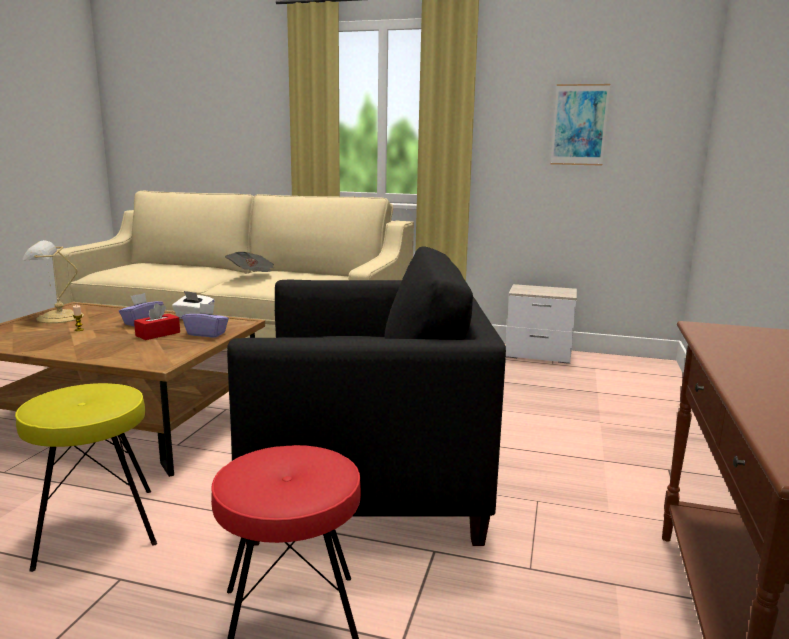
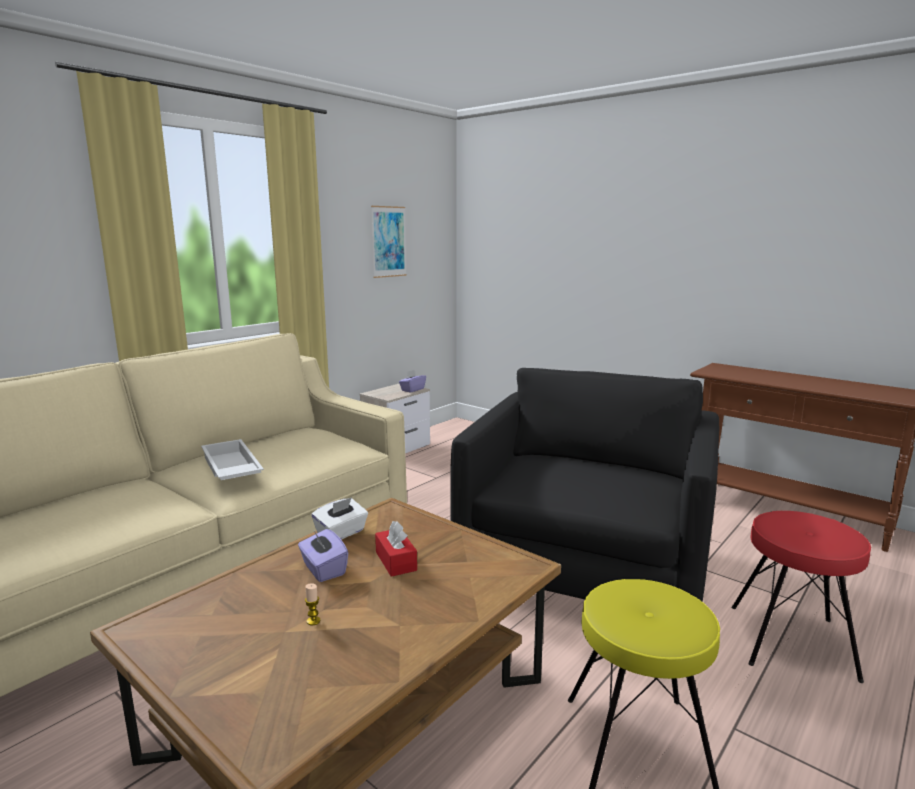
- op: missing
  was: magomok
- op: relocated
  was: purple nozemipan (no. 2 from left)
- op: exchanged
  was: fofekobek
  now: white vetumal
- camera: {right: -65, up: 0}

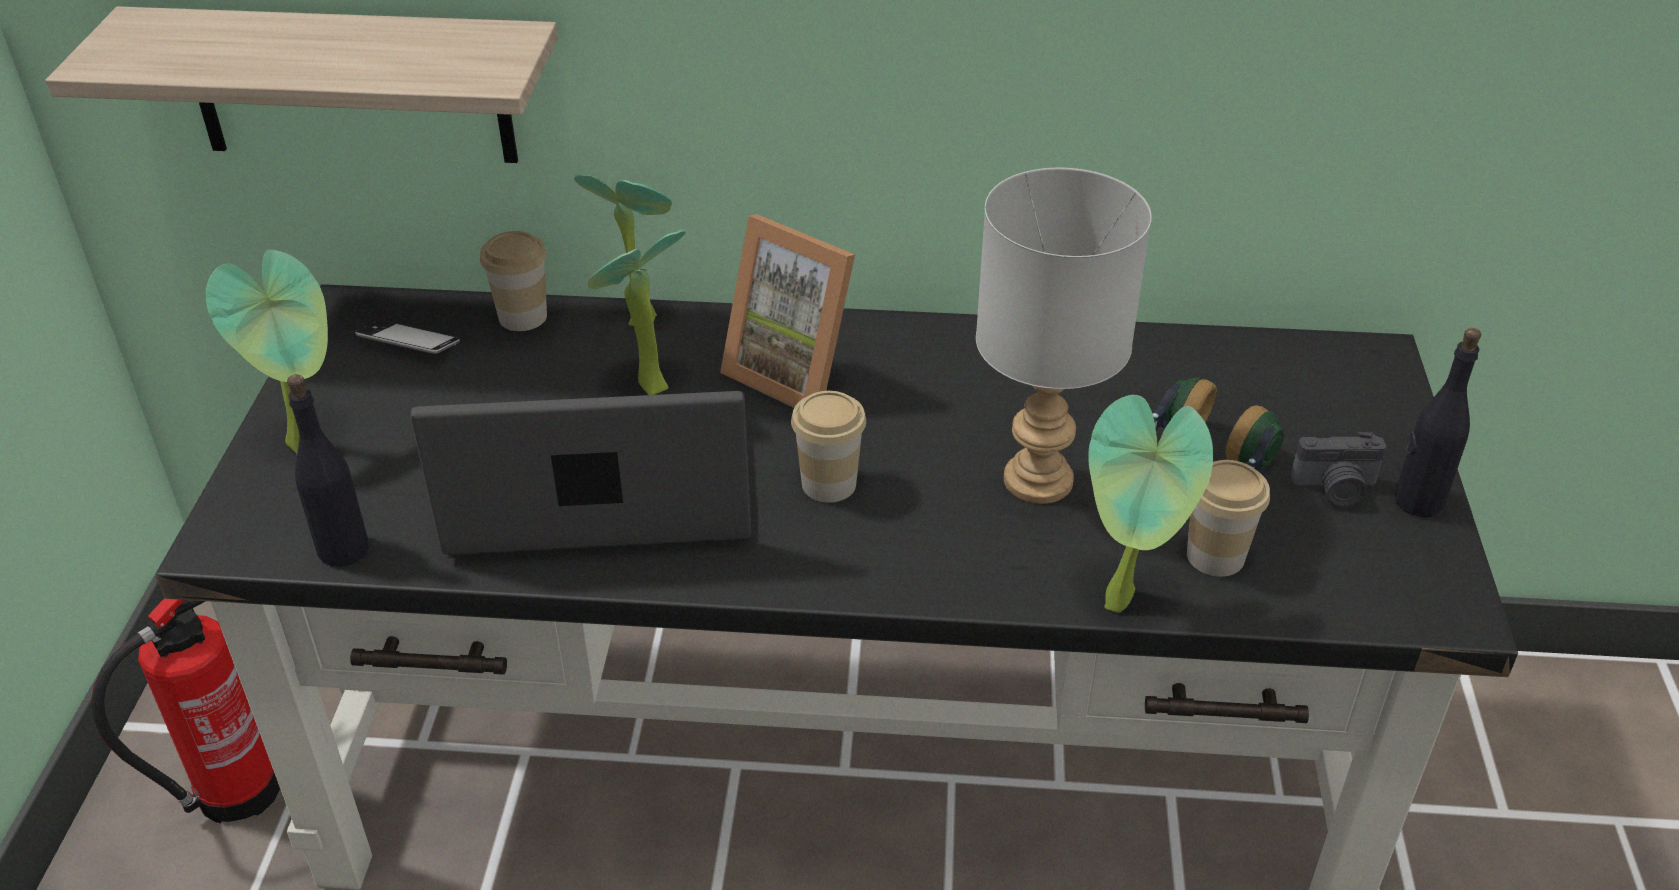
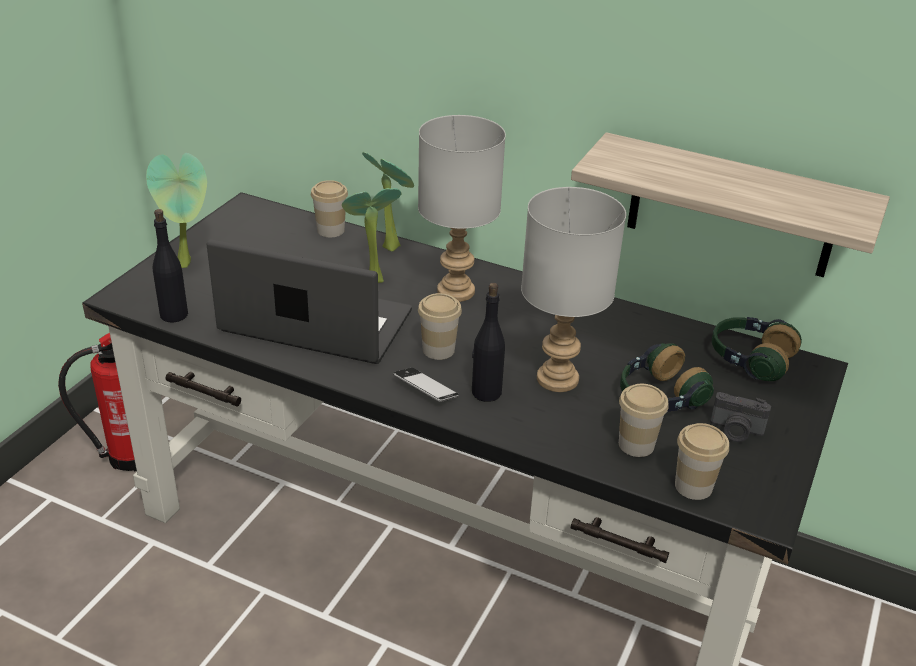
- op: relocated
  was: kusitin
- op: relocated
  was: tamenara
- op: exchanged
  was: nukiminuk
  now: grey magomok (no. 1 from left)
- op: missing
  was: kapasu (no. 4 from left)
- op: relocated
  was: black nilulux (no. 2 from left)
- op: appeared
  now: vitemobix (no. 4 from left)
- op: appeared
  now: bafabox (no. 2 from left)
- camera: {right: 20, up: -5}

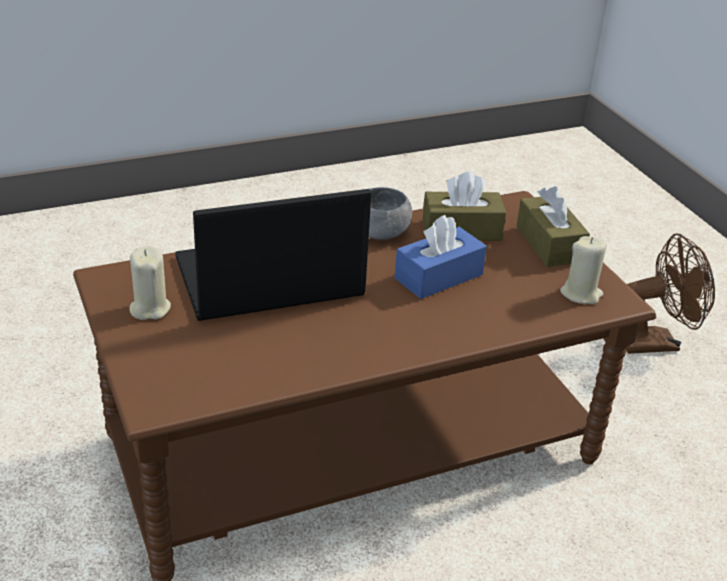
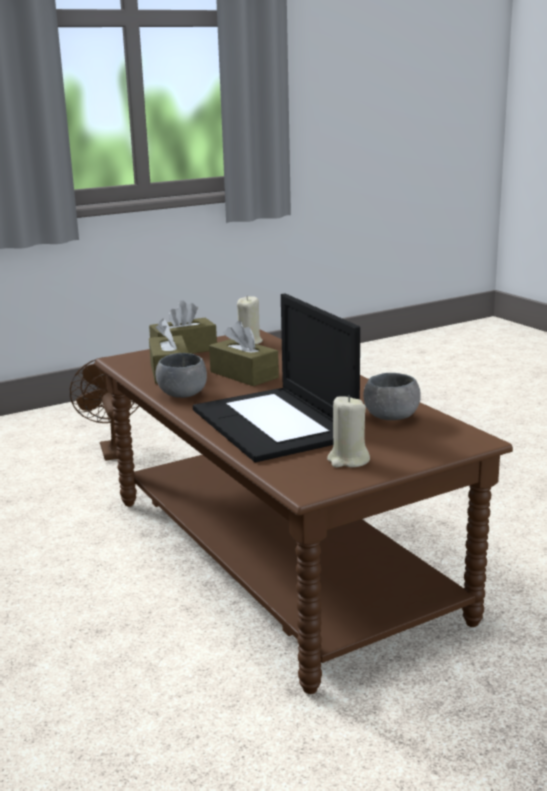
- op: colour
  was: blue nozemipan
  now: brown nozemipan (no. 3 from left)
- op: appeared
  now: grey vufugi (no. 2 from left)
- camera: {right: -95, up: -15}

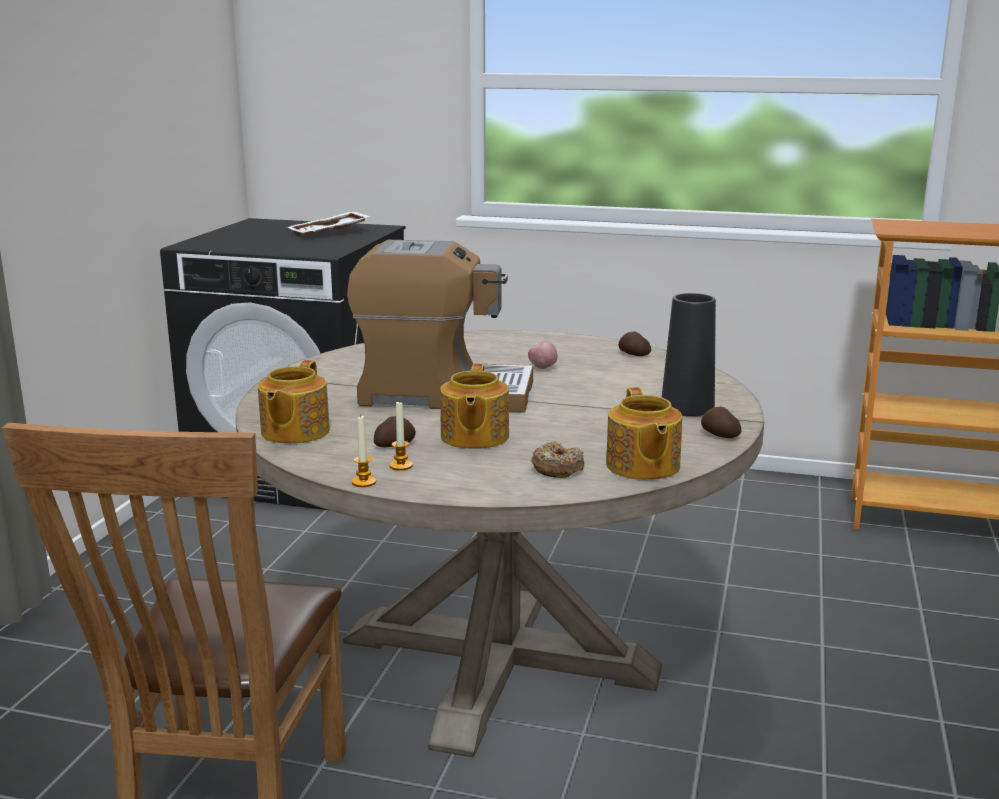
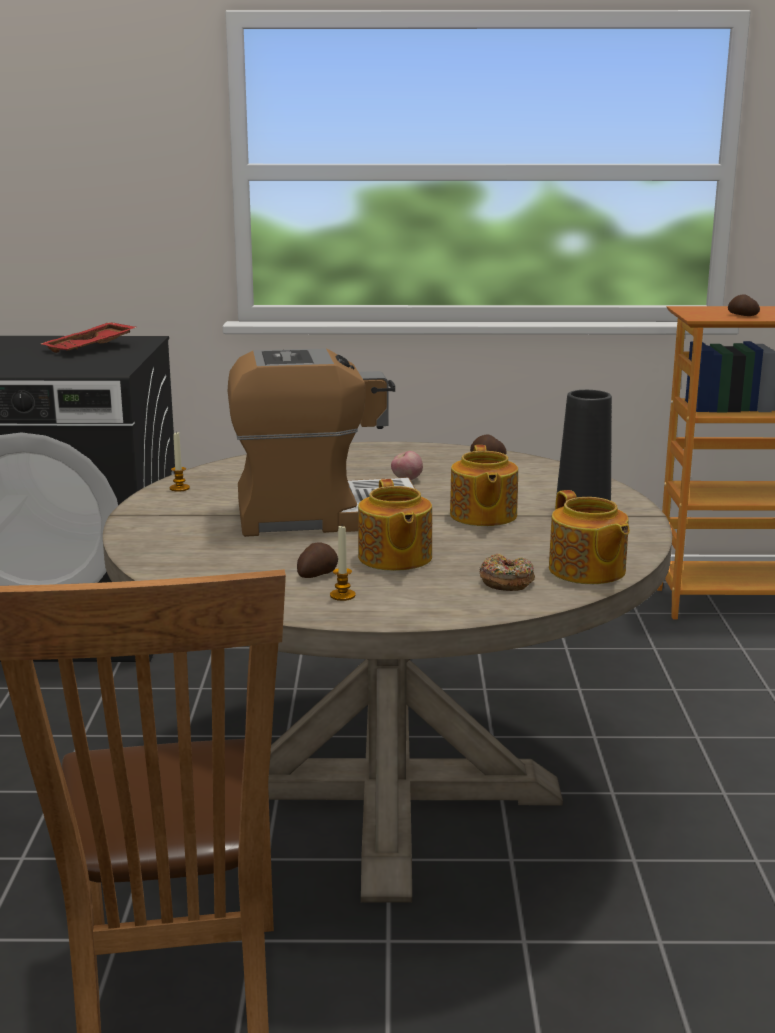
- op: relocated
  was: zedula (no. 1 from left in the first image)
  now: zedula (no. 2 from left)
- op: colour
  was: white vetumal
  now: red vetumal
- op: relocated
  was: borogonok (no. 1 from left)
- op: relocated
  was: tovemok (no. 3 from left)
- camera: {right: -15, up: 0}

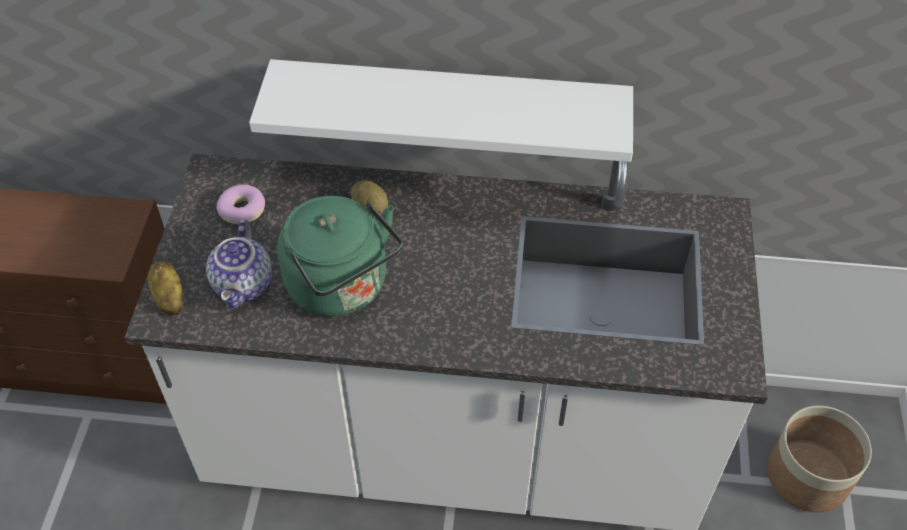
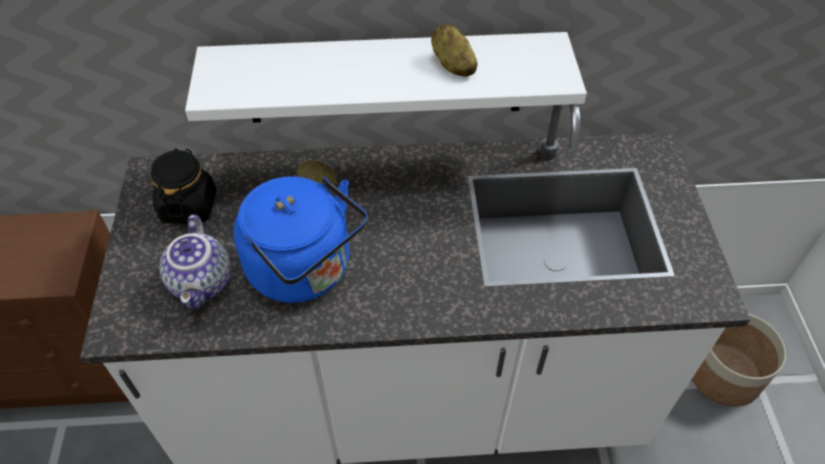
- op: relocated
  was: tovemok (no. 1 from left in the first image)
  now: tovemok (no. 2 from left)
- op: exchanged
  was: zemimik
  now: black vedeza
- op: colour
  was: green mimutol
  now: blue mimutol
- camera: {right: -10, up: 0}

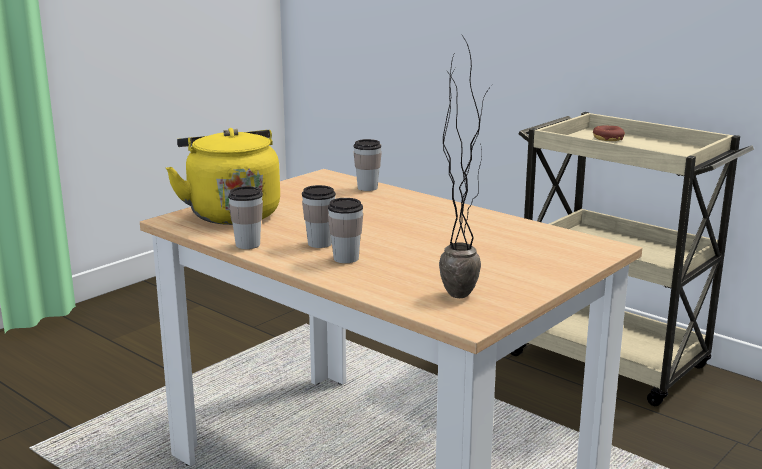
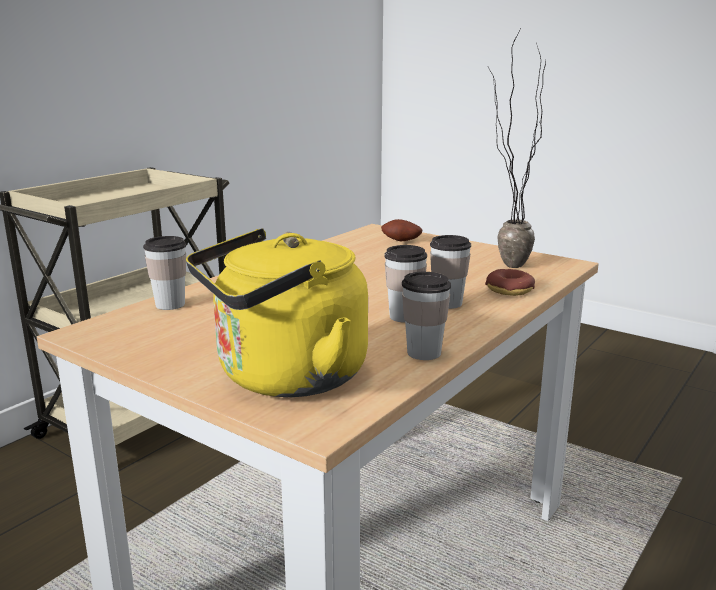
- op: relocated
  was: zemimik
- op: appeared
  now: tovemok
- camera: {right: -95, up: 0}

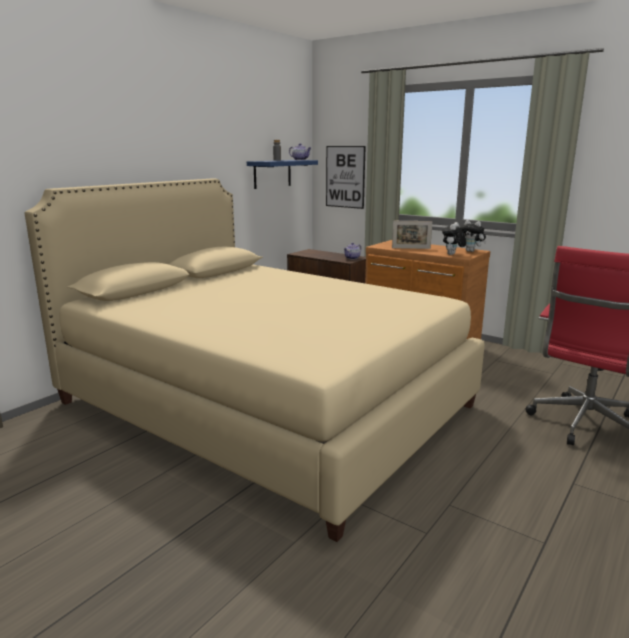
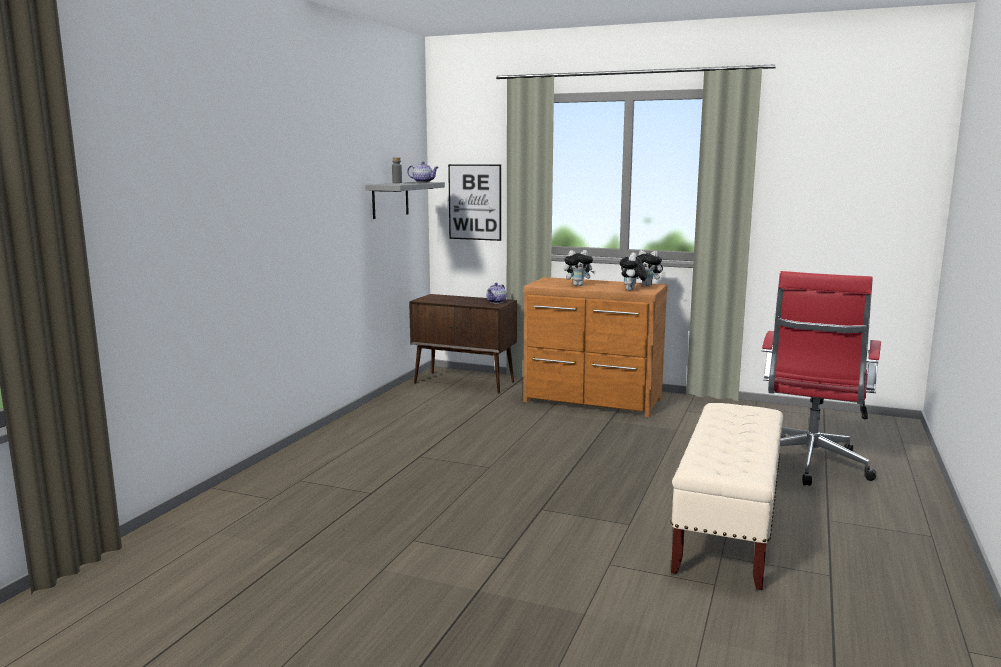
- op: missing
  was: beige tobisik
- op: colour
  was: blue kusitin
  now: grey kusitin
- op: exchanged
  was: nukiminuk
  now: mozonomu (no. 1 from left)
- op: appeared
  now: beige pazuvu
- camera: {right: -15, up: -5}

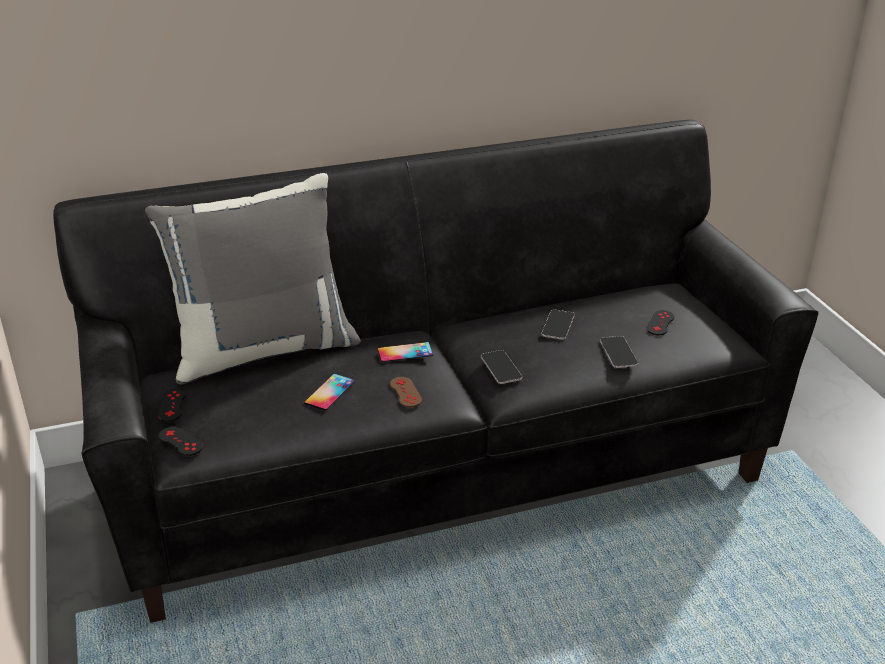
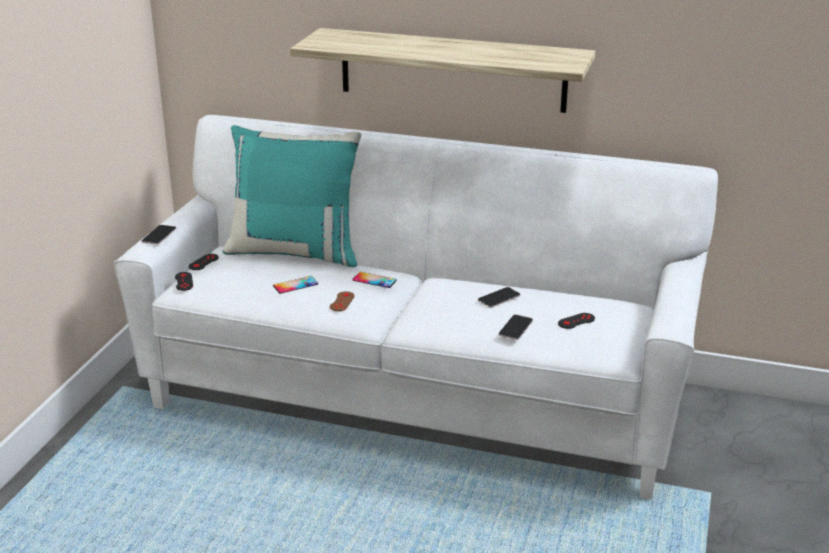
- op: colour
  was: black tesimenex
  now: white tesimenex
- op: colour
  was: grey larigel
  now: turquoise larigel
- op: relocated
  was: tamenara (no. 3 from left in the first image)
  now: tamenara (no. 1 from left)
- op: appeared
  now: kusitin
- camera: {right: 35, up: -5}

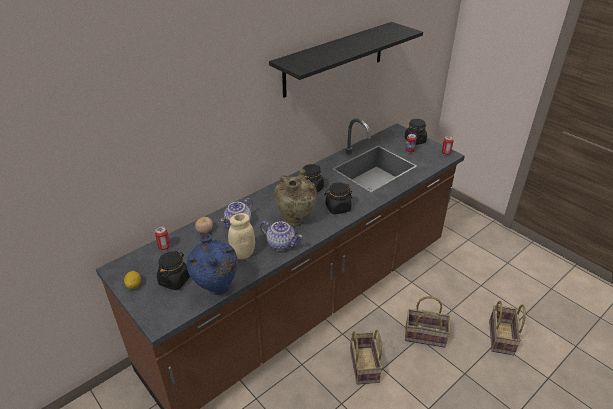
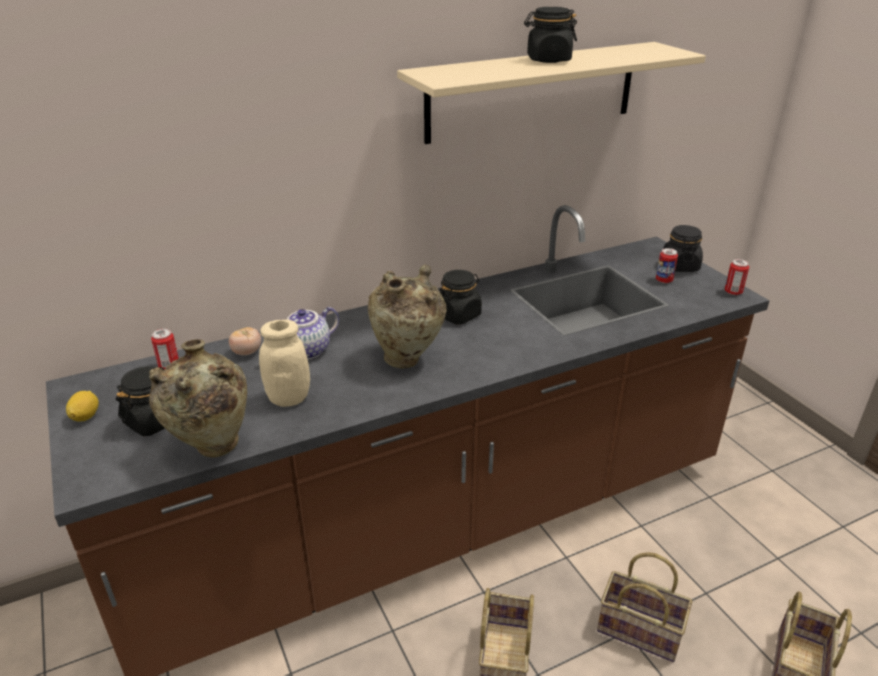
- op: colour
  was: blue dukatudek
  now: beige dukatudek (no. 1 from left)
- op: missing
  was: zedula (no. 2 from left)
- op: colour
  was: black kusitin
  now: beige kusitin
- op: relocated
  was: black vedeza (no. 3 from left)
- camera: {right: 15, up: -5}

